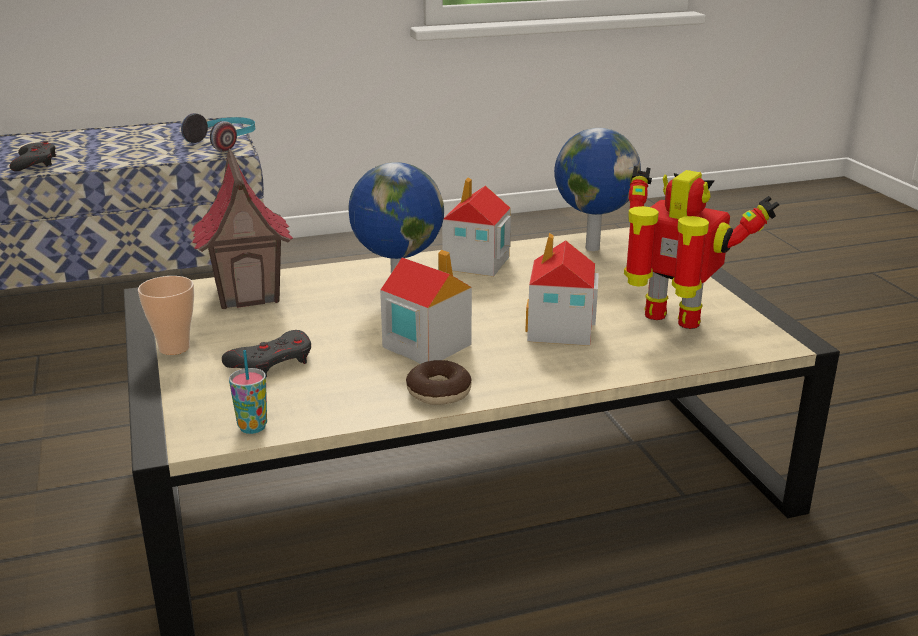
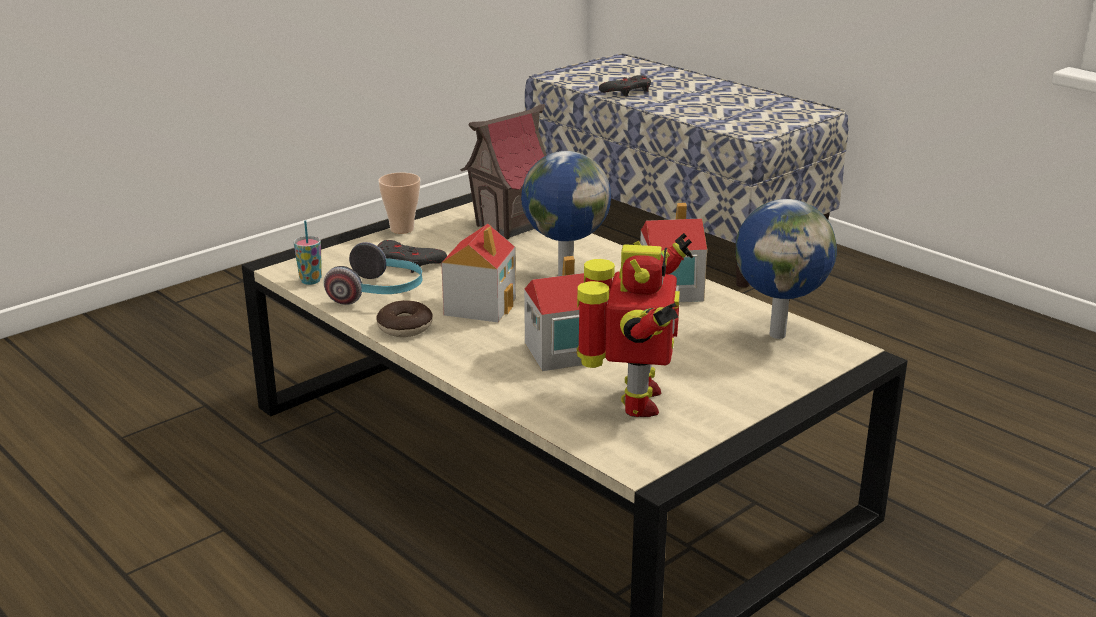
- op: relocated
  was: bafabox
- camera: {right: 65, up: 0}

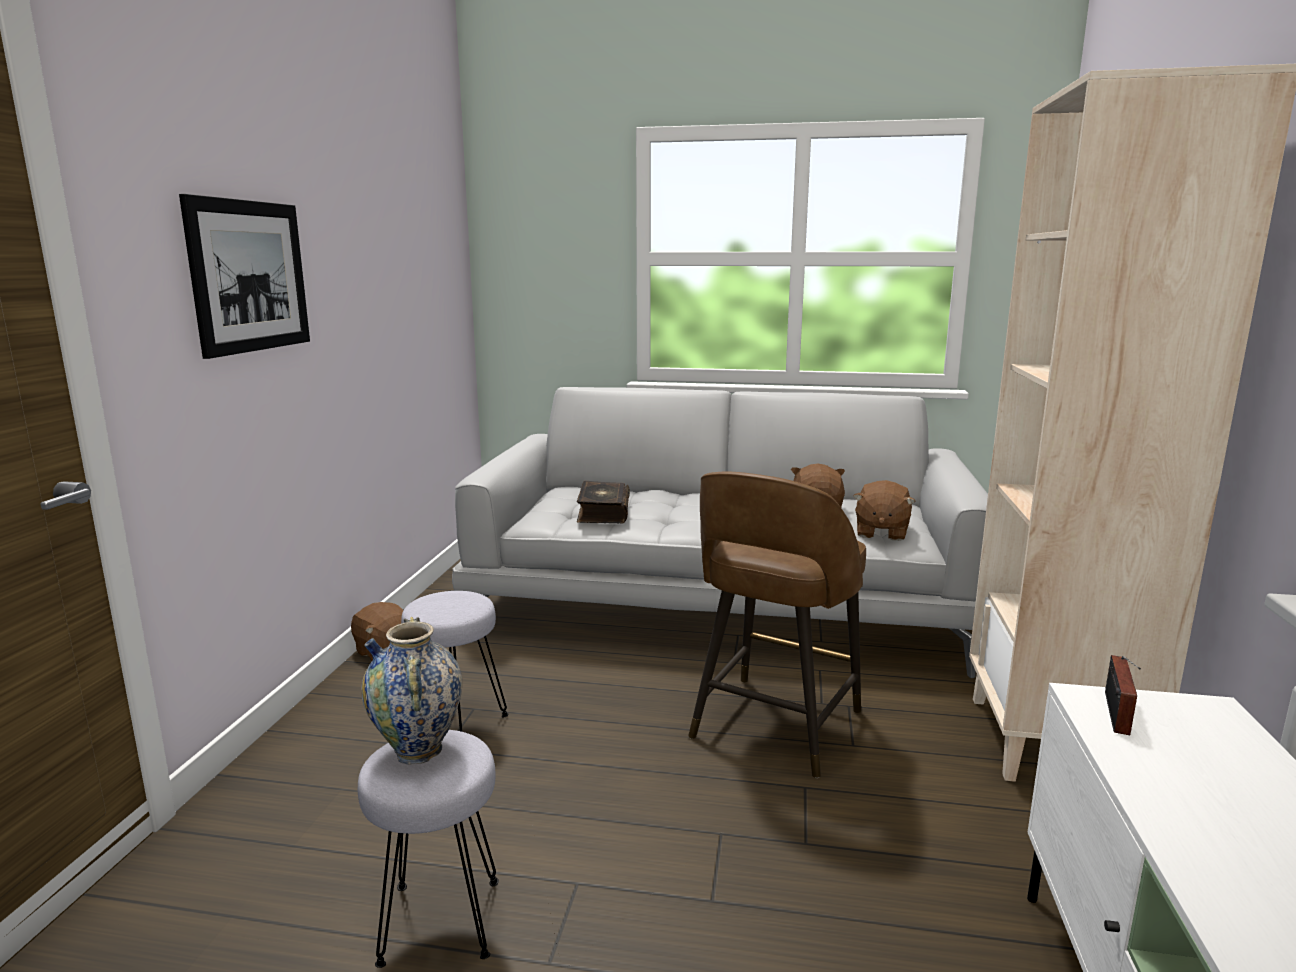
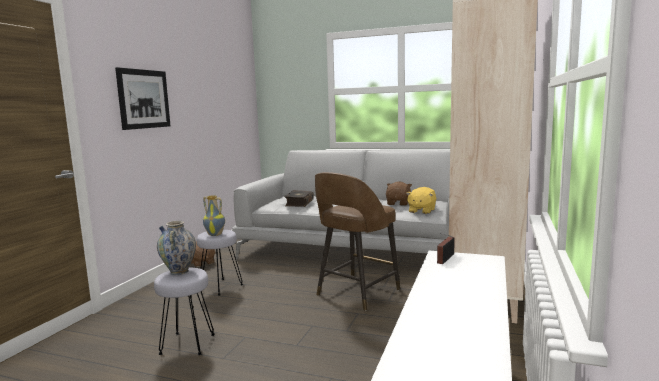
- op: colour
  was: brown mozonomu (no. 3 from left)
  now: yellow mozonomu
- op: appeared
  now: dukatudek (no. 2 from left)
- camera: {right: 10, up: -5}

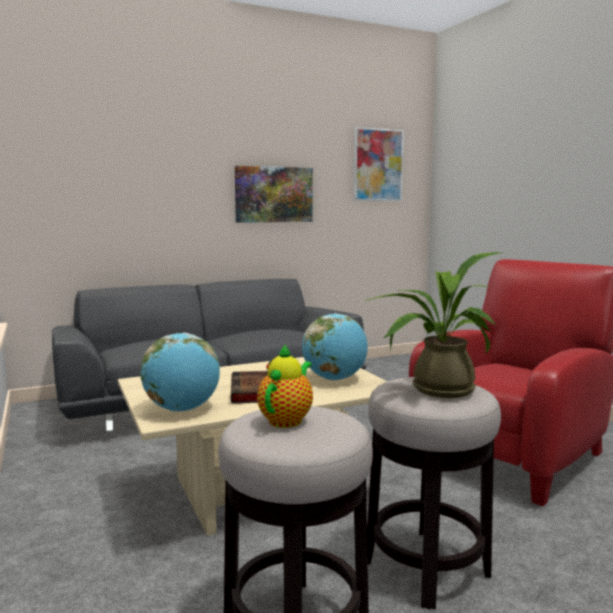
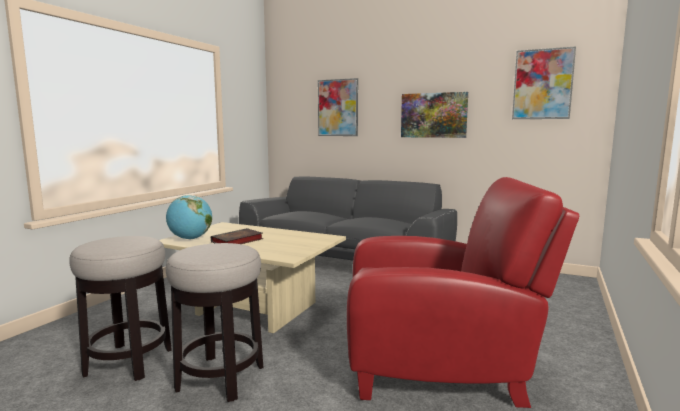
- op: missing
  was: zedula
- op: missing
  was: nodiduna (no. 2 from left)
- op: missing
  was: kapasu
- op: appeared
  now: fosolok (no. 1 from left)
- camera: {right: 50, up: 0}

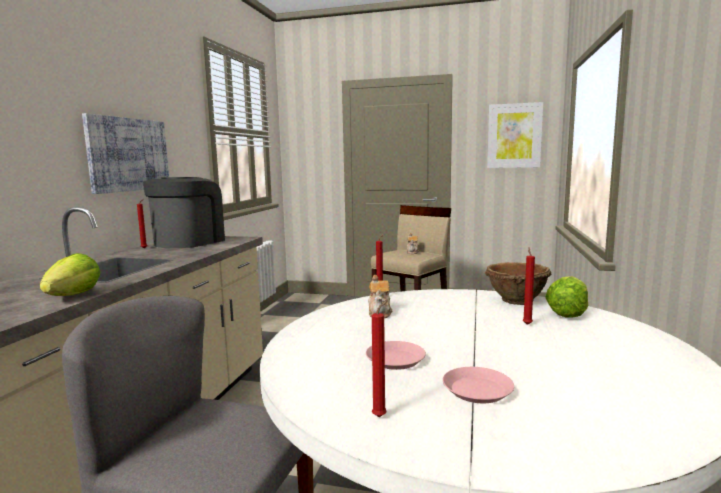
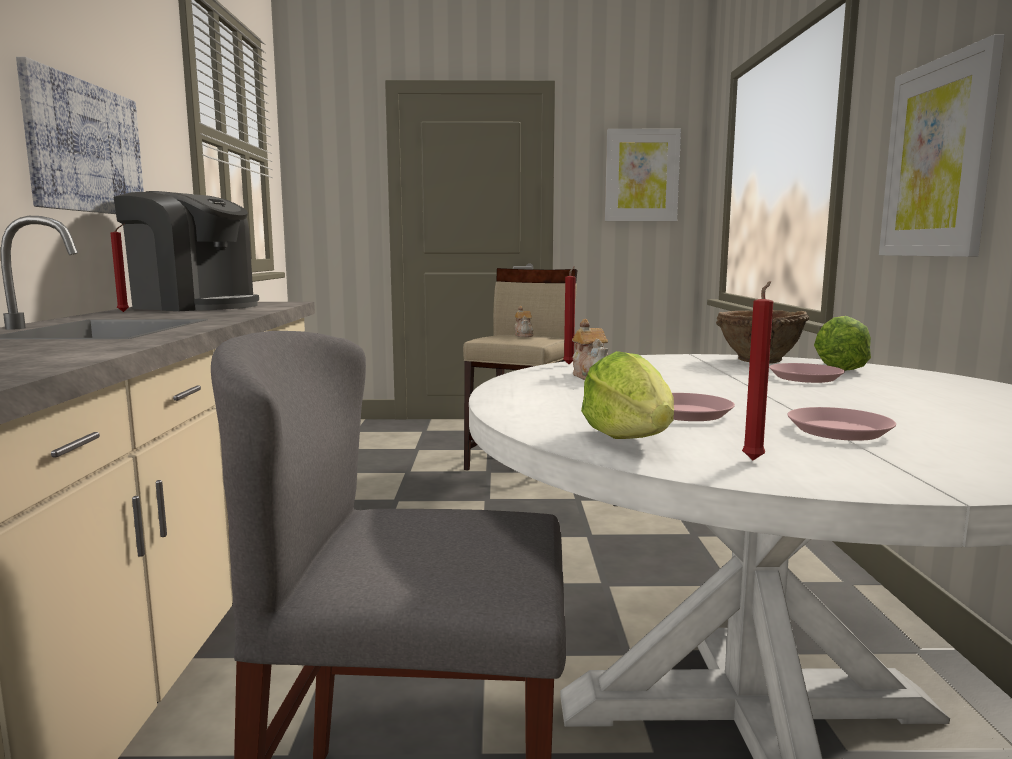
- op: relocated
  was: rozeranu (no. 1 from left)
- op: spun
  was: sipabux
  clockwise: 105
- op: exchanged
  was: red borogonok (no. 4 from left)
  now: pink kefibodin (no. 2 from left)
- op: appeared
  now: fosolok (no. 3 from left)
- camera: {right: -15, up: 0}

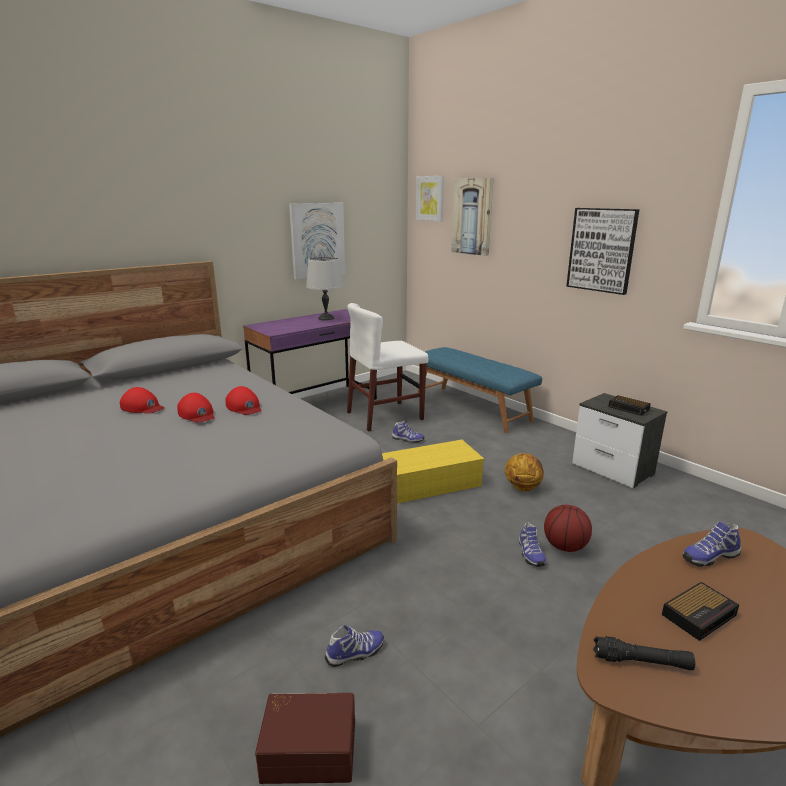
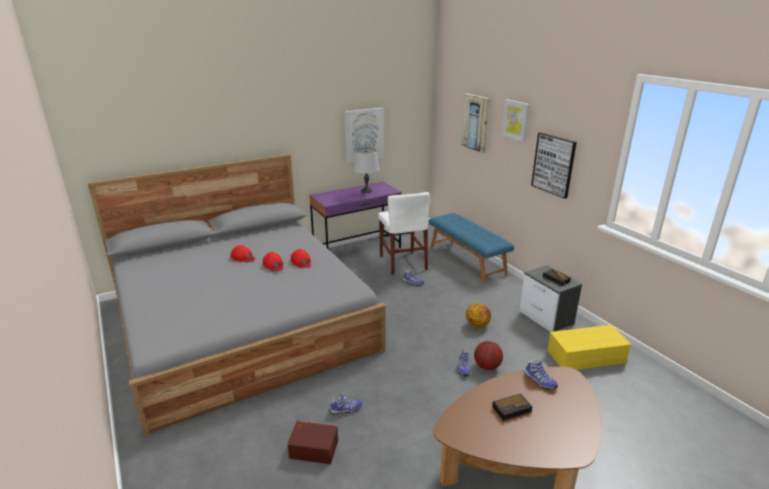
- op: spun
  was: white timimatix
  clockwise: -90
- op: relocated
  was: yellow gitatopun
- op: relocated
  was: fosolok (no. 2 from left in the first image)
  now: fosolok (no. 3 from left)
- op: missing
  was: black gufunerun
- op: spun
  was: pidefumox (no. 4 from left)
  clockwise: -120
- camera: {right: 10, up: 5}

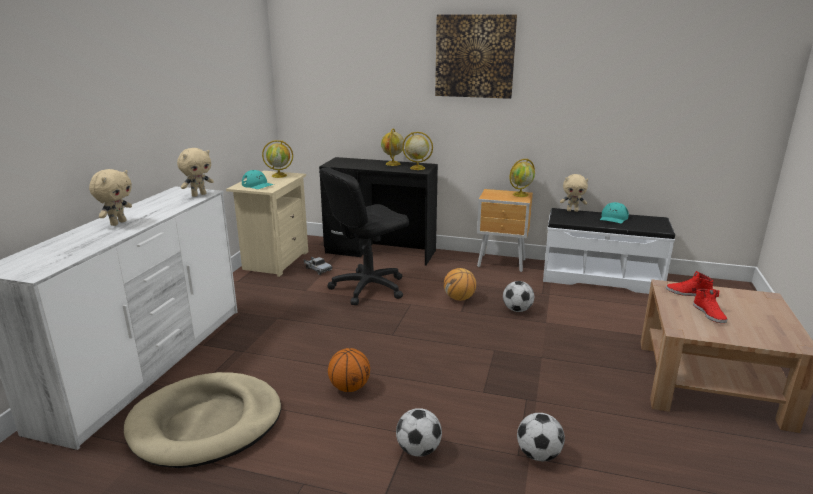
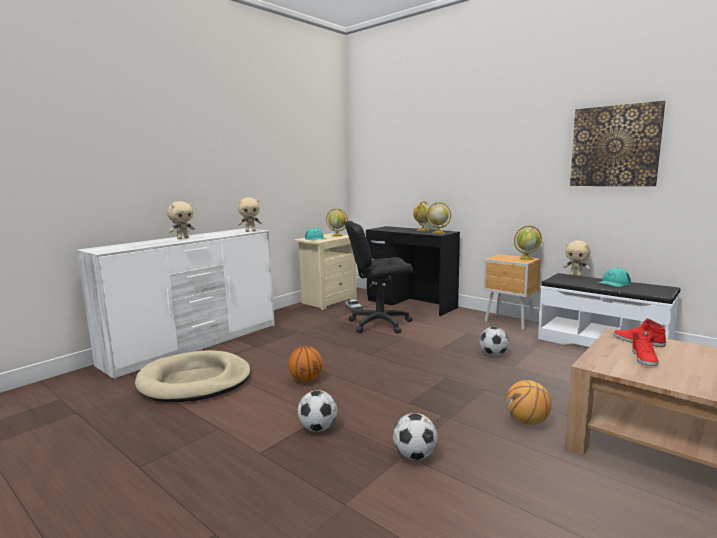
- op: relocated
  was: fosolok
- op: relocated
  was: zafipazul (no. 2 from left)
- camera: {right: 25, up: -10}

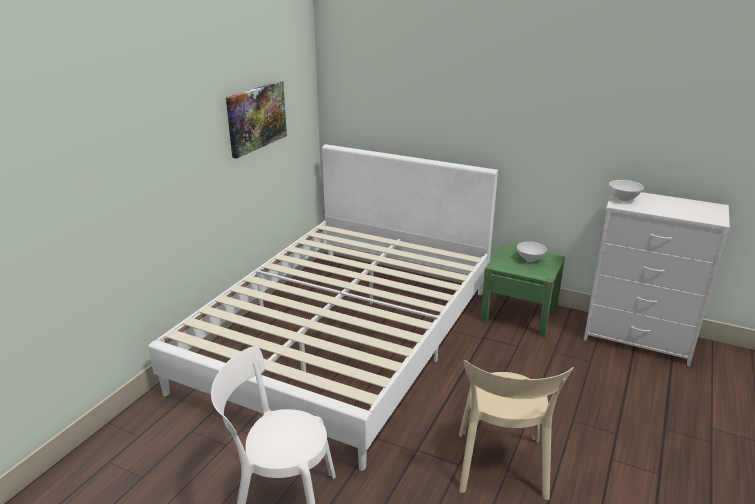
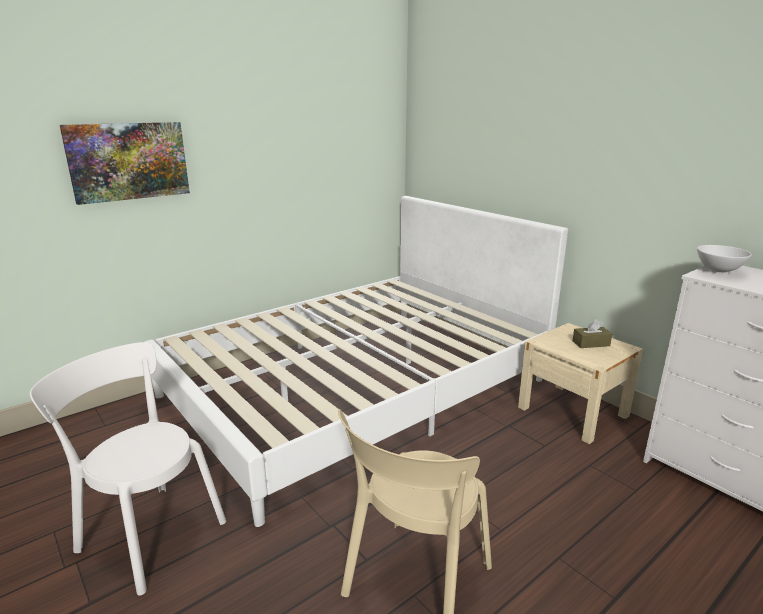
- op: relocated
  was: fosolok
- op: colour
  was: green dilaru
  now: beige dilaru
- op: exchanged
  was: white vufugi (no. 1 from left)
  now: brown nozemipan
- camera: {right: 25, up: -5}

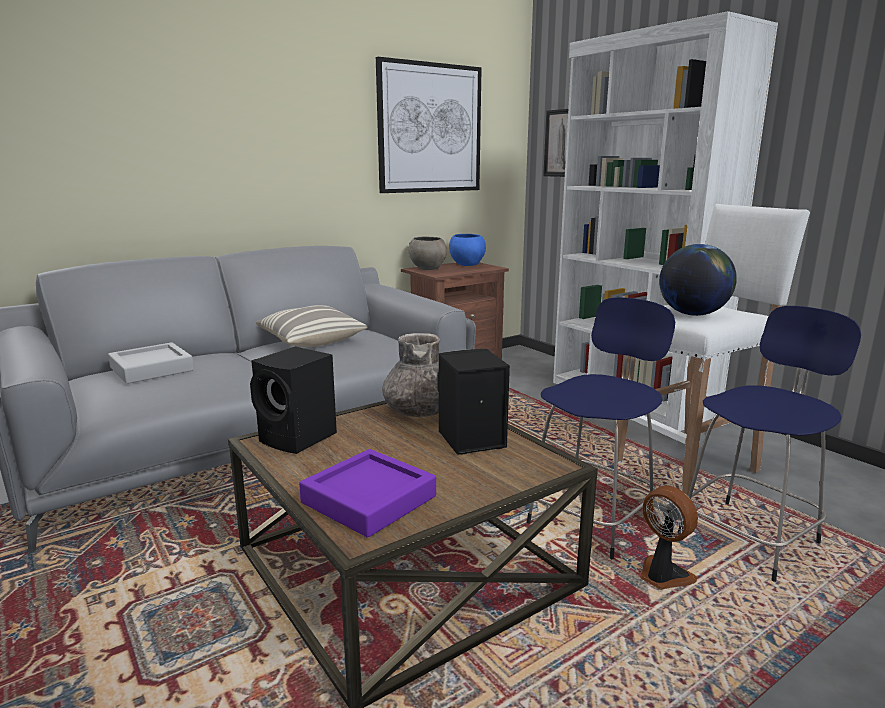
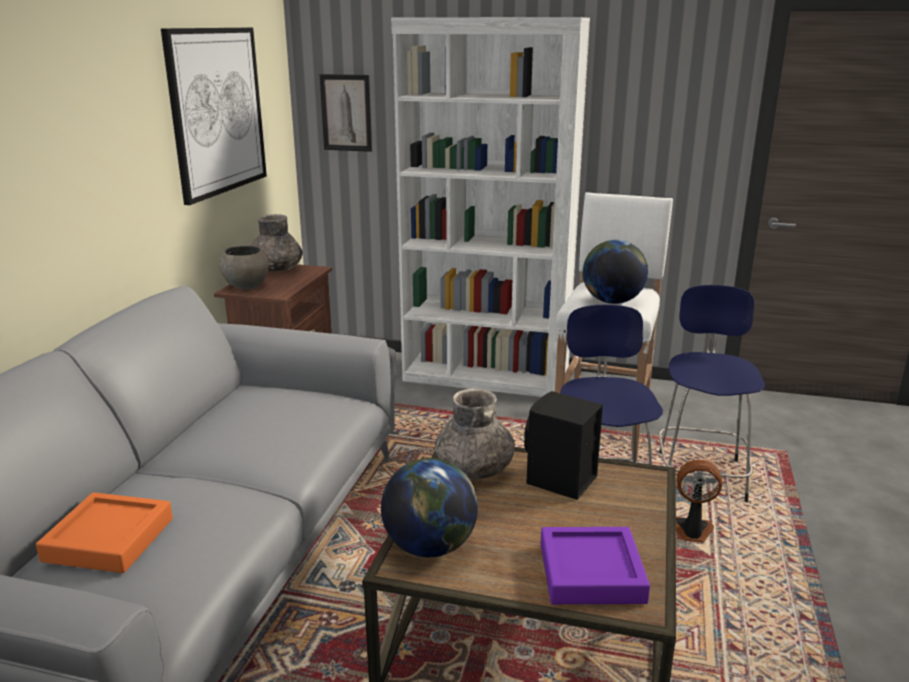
- op: colour
  was: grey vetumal
  now: orange vetumal
- op: exchanged
  was: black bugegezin (no. 1 from left)
  now: nodiduna (no. 1 from left)
- op: missing
  was: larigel
- op: exchanged
  was: blue vufugi
  now: grey dukatudek (no. 1 from left)
- camera: {right: -40, up: 5}

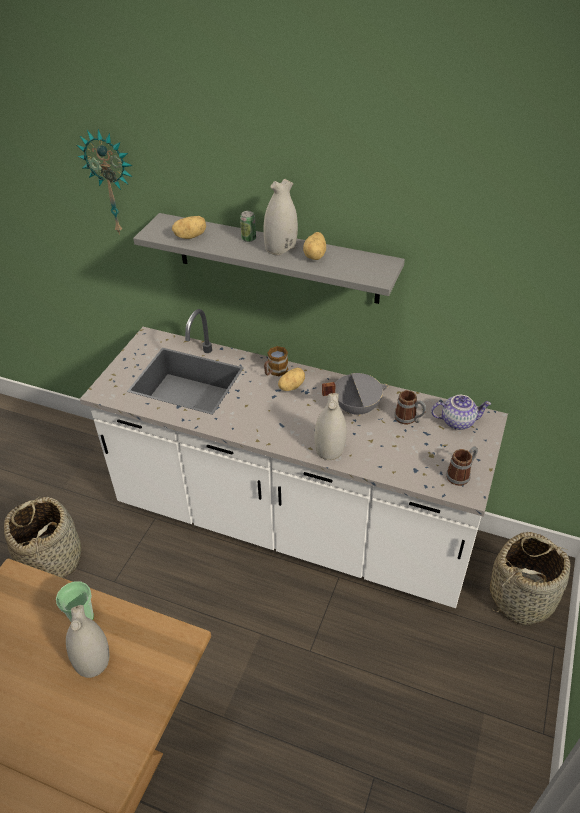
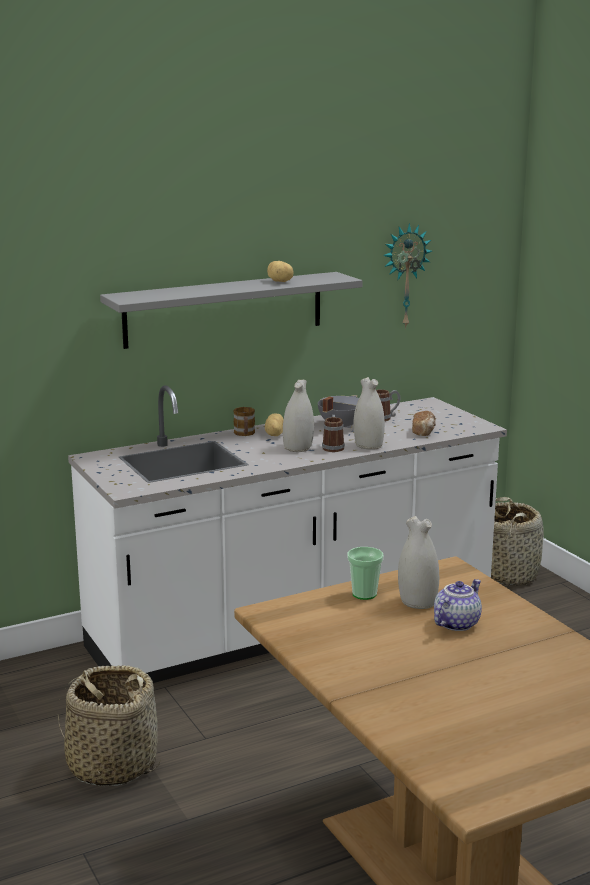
- op: relocated
  was: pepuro
- op: missing
  was: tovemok (no. 1 from left)
- op: missing
  was: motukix
- op: relocated
  was: white dukatudek (no. 2 from left in the first image)
  now: white dukatudek (no. 1 from left)
- op: relocated
  was: zedula
- op: relocated
  was: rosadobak (no. 3 from left in the first image)
  now: rosadobak (no. 2 from left)
- op: appeared
  now: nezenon
- camera: {right: -50, up: -25}

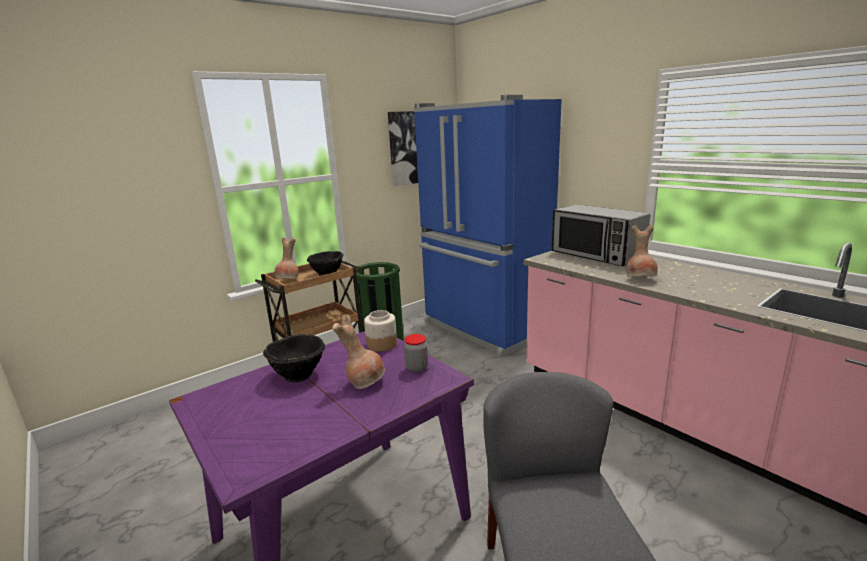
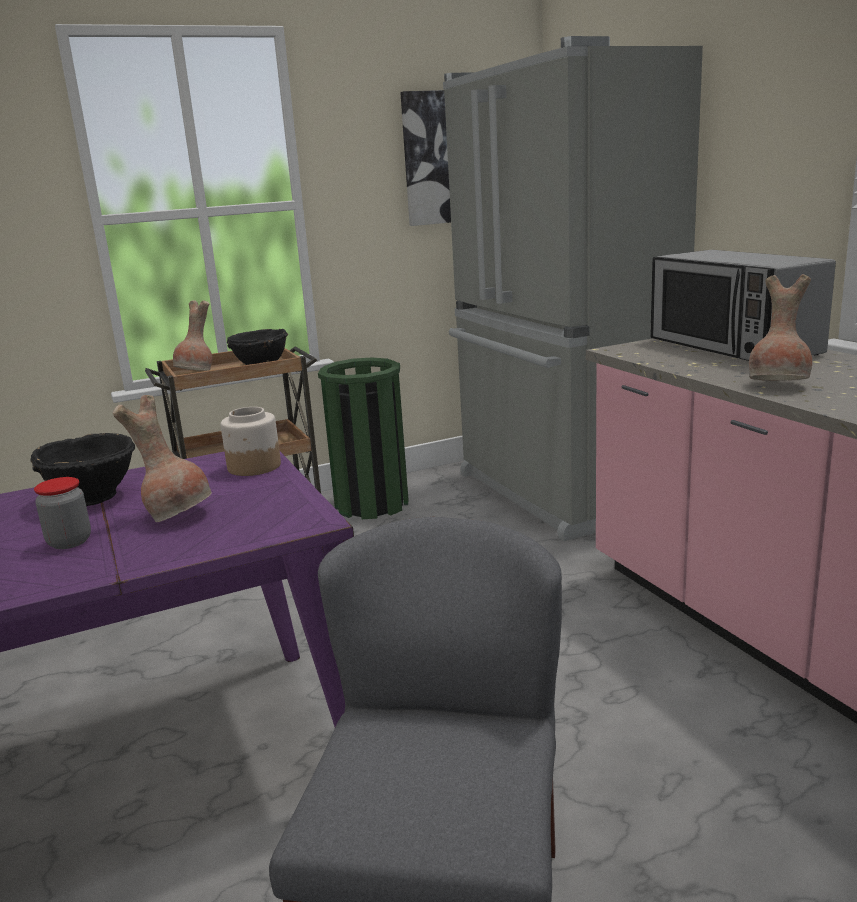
- op: relocated
  was: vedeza (no. 2 from left in the first image)
  now: vedeza (no. 1 from left)
- op: colour
  was: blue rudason
  now: grey rudason
- camera: {right: 15, up: 0}

